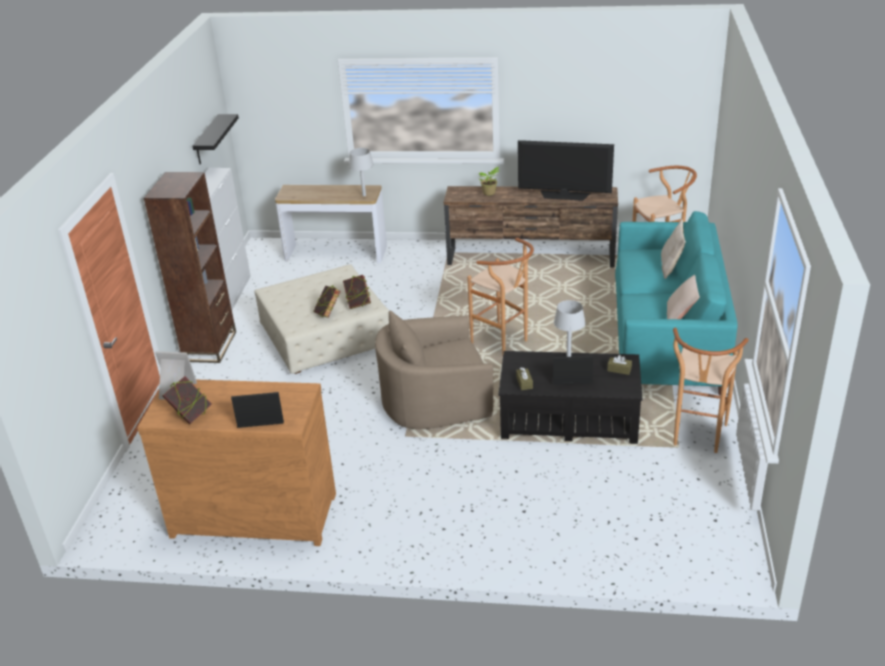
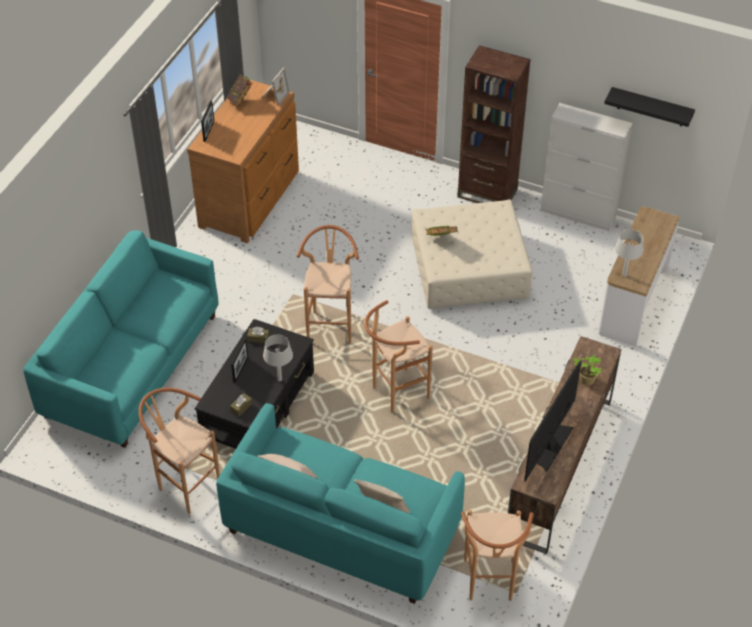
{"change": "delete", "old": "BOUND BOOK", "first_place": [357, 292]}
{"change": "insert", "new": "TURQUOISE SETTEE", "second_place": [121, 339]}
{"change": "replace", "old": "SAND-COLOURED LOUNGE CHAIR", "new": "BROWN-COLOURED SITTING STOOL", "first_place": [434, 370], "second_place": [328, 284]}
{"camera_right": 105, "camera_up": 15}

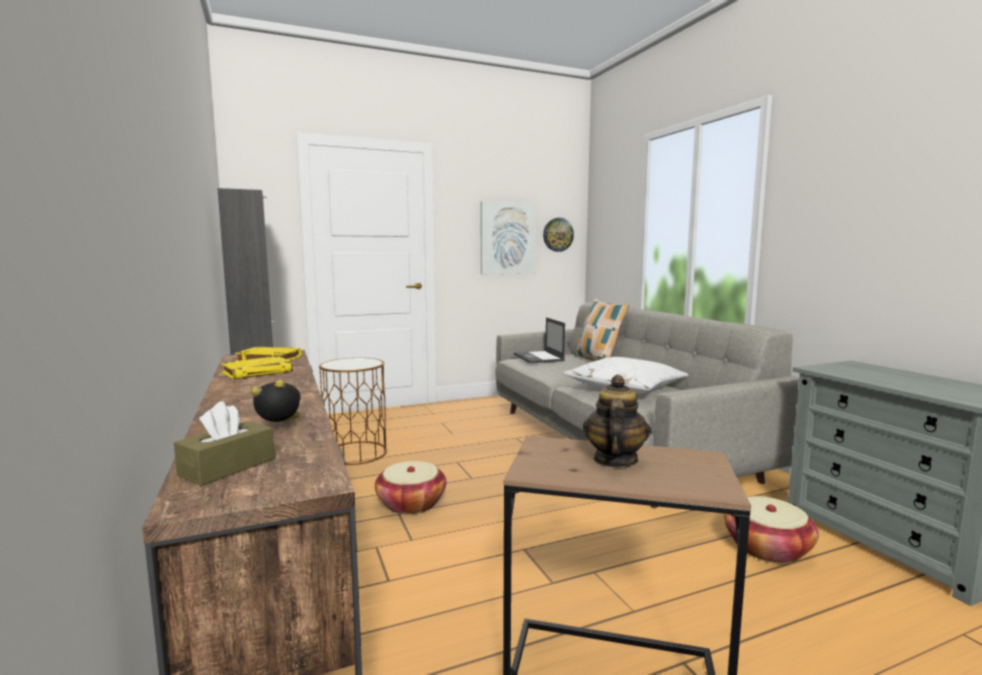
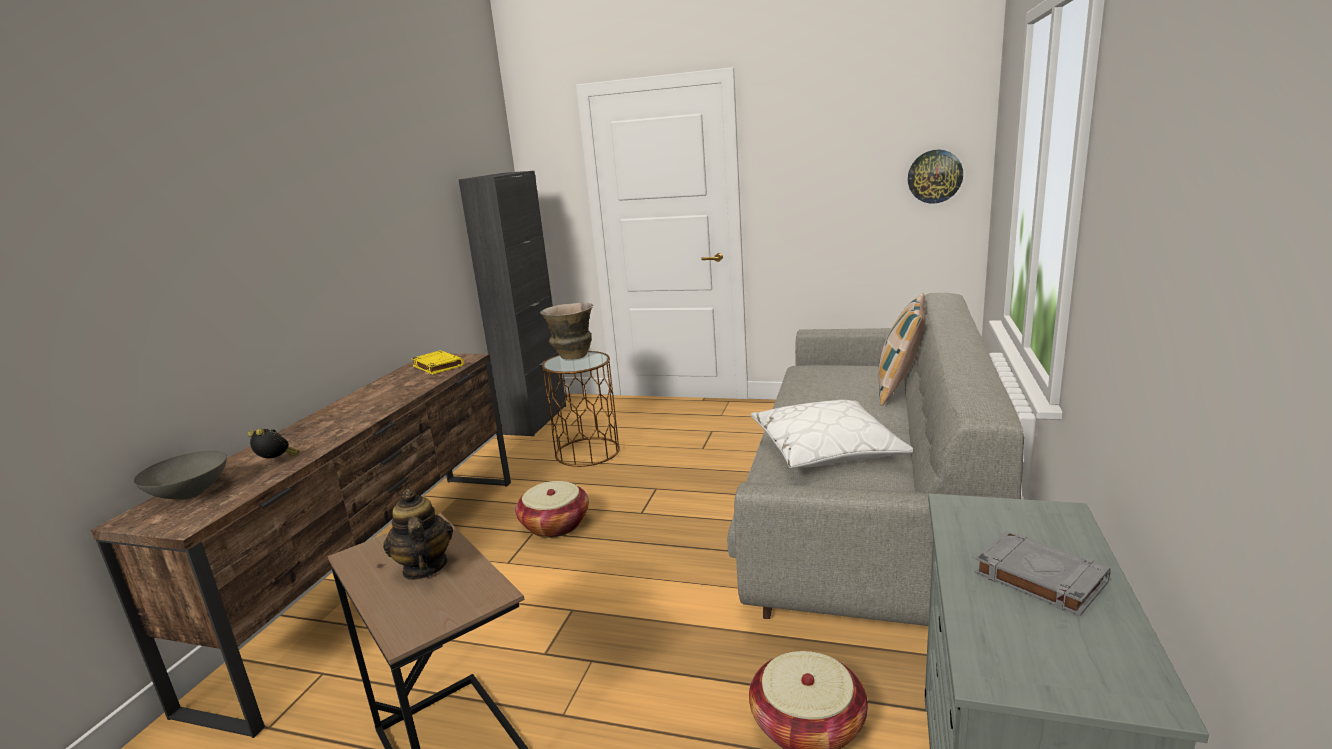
{"change": "delete", "old": "YELLOW-COLOURED BOUND BOOK", "first_place": [257, 368]}
{"change": "delete", "old": "WALL ART", "first_place": [508, 237]}
{"change": "delete", "old": "NOTEBOOK COMPUTER", "first_place": [539, 340]}
{"change": "insert", "new": "FLOWER VASE", "second_place": [566, 331]}
{"change": "insert", "new": "GRAY BOUND BOOK", "second_place": [1042, 573]}
{"change": "replace", "old": "BROWN-COLOURED TISSUE HOLDER", "new": "GRAY SERVING BOWL", "first_place": [224, 443], "second_place": [180, 475]}
{"change": "rotate", "old": "TEAPOT", "first_place": [617, 421], "second_place": [418, 534], "degrees": -75}
{"camera_right": 40, "camera_up": 10}

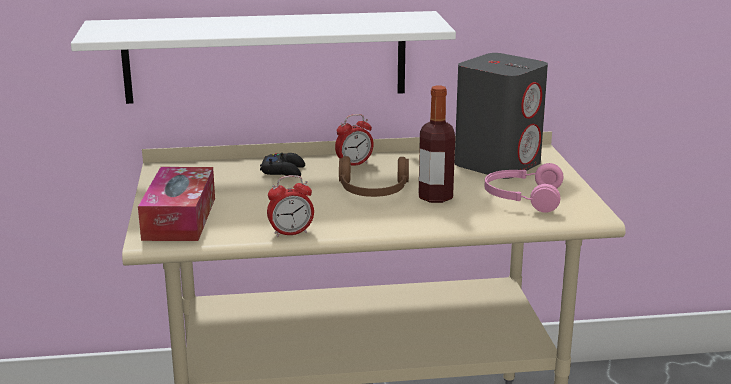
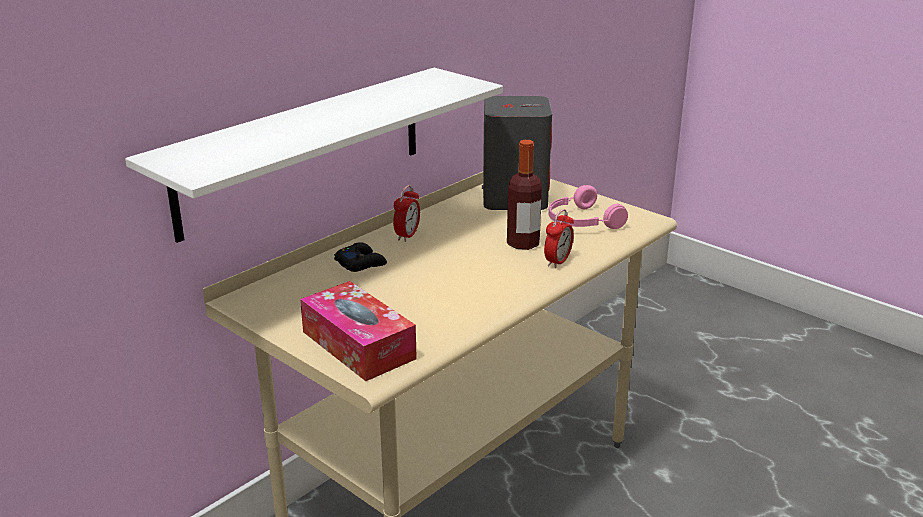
{"change": "delete", "old": "BROWN-COLOURED HEADPHONES", "first_place": [374, 176]}
{"change": "move", "old": "TABLE CLOCK", "first_place": [290, 206], "second_place": [559, 238]}
{"camera_right": -40, "camera_up": 5}

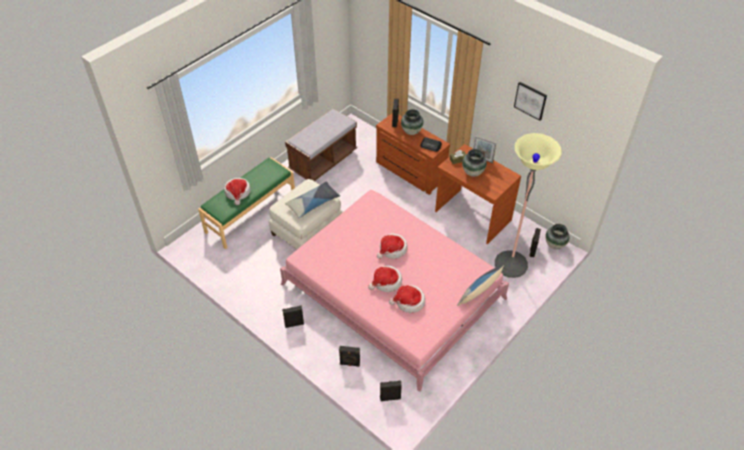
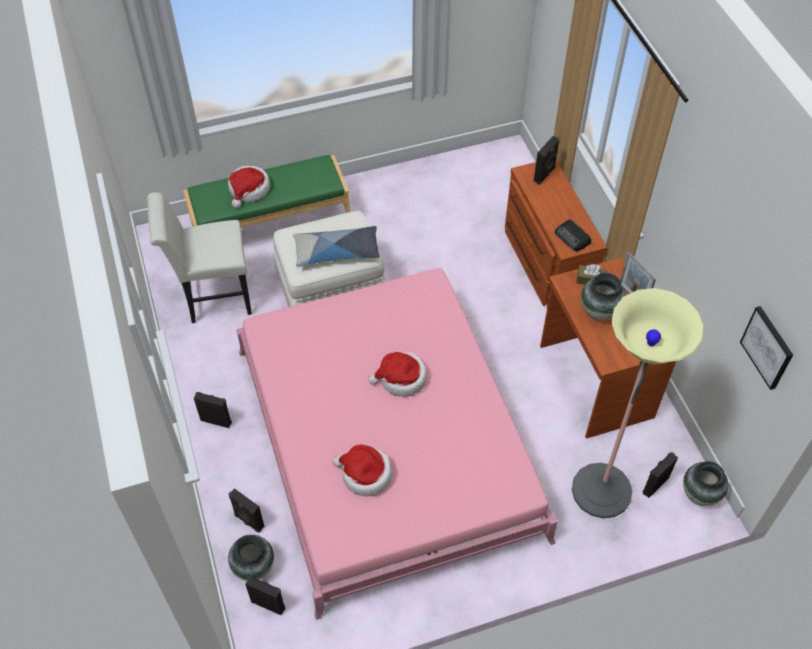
{"change": "delete", "old": "BROWN-COLOURED LONG SEAT", "first_place": [321, 144]}
{"change": "delete", "old": "HAT", "first_place": [385, 279]}
{"change": "delete", "old": "PILLOW", "first_place": [480, 285]}
{"change": "insert", "new": "WHITISH UPRIGHT CHAIR", "second_place": [199, 257]}
{"change": "move", "old": "FLOWER VASE", "first_place": [412, 122], "second_place": [251, 558]}
{"change": "move", "old": "WALL ART", "first_place": [530, 101], "second_place": [766, 348]}
{"camera_right": 30, "camera_up": 5}

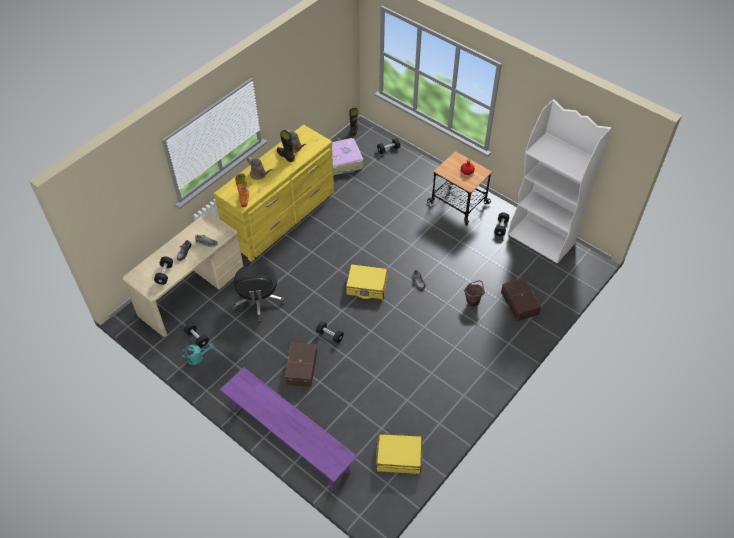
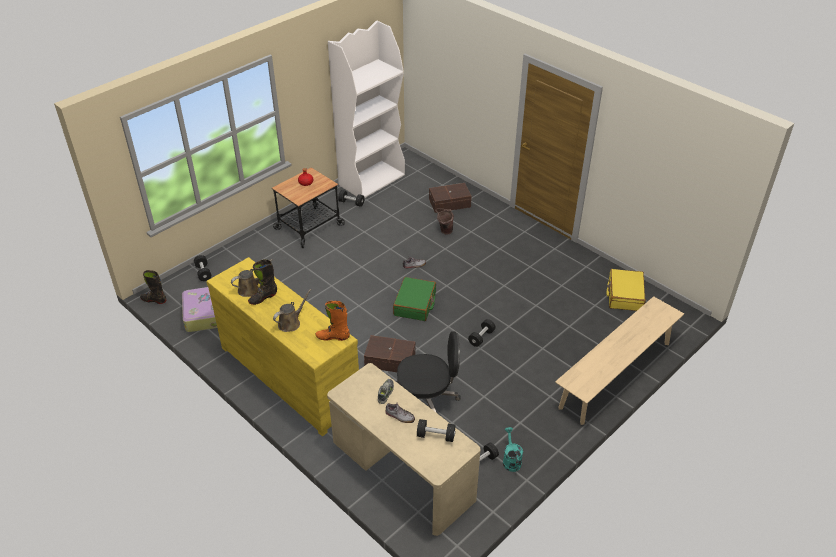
{"change": "move", "old": "BROWN-COLOURED STORAGE CONTAINER", "first_place": [301, 364], "second_place": [390, 353]}
{"change": "recolor", "old": "PURPLISH LONG SEAT", "new": "SAND-COLOURED LONG SEAT", "first_place": [288, 429], "second_place": [619, 360]}
{"change": "recolor", "old": "YELLOW-COLOURED SUITCASE", "new": "GREEN-COLOURED SUITCASE", "first_place": [367, 281], "second_place": [414, 299]}
{"camera_right": -85, "camera_up": -10}

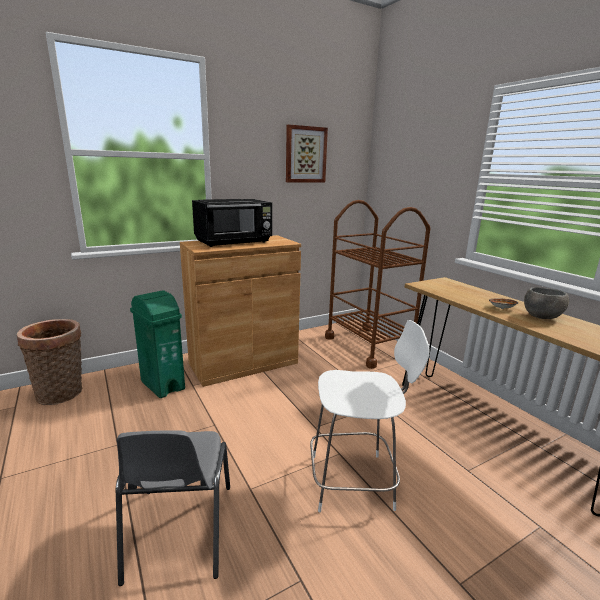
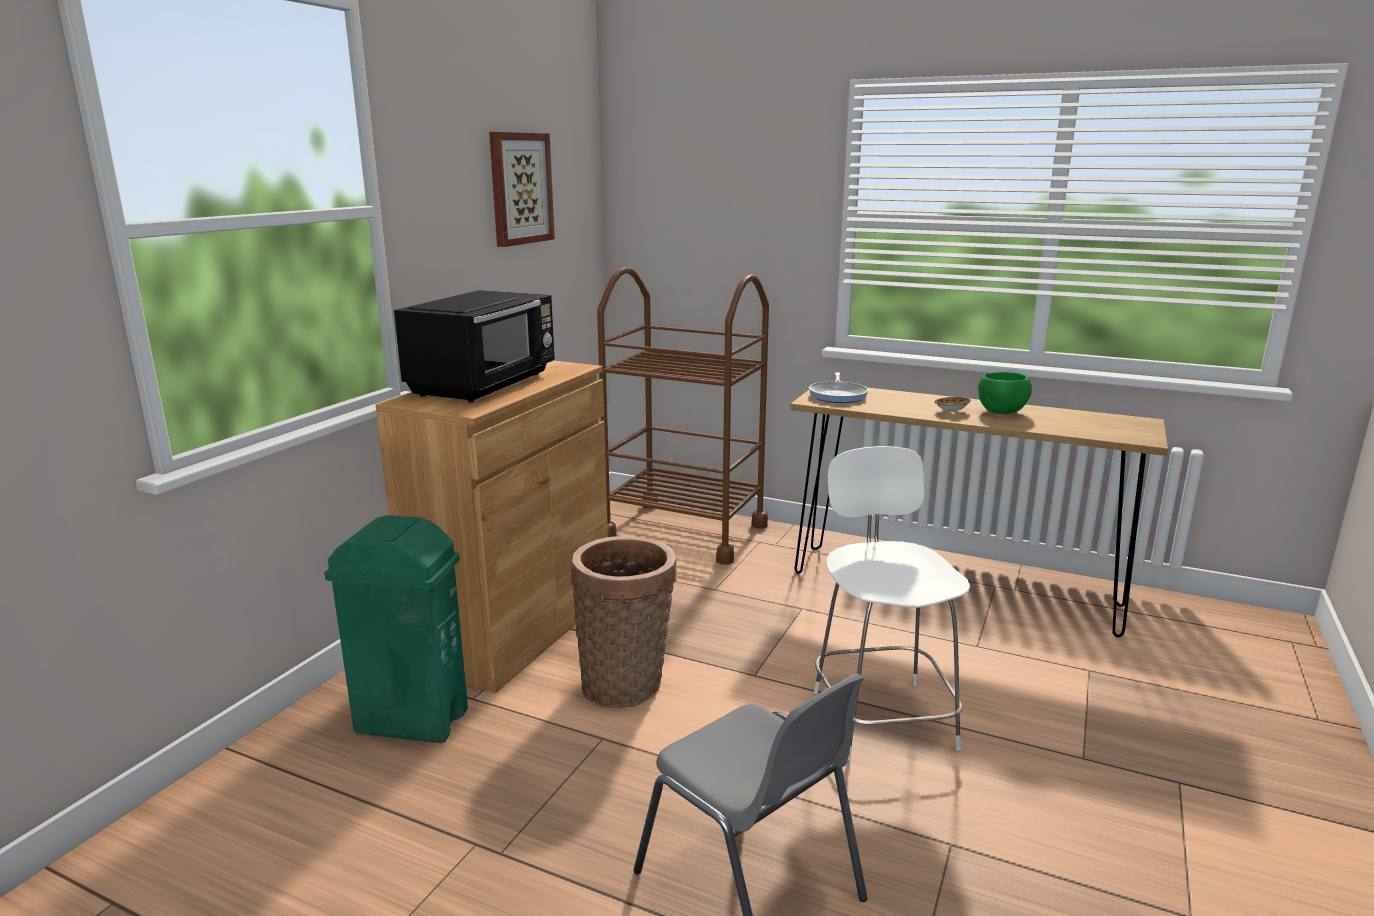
{"change": "insert", "new": "PAN", "second_place": [838, 387]}
{"change": "move", "old": "BASKET", "first_place": [50, 362], "second_place": [624, 622]}
{"change": "recolor", "old": "GRAY SERVING BOWL", "new": "GREEN-COLOURED SERVING BOWL", "first_place": [546, 303], "second_place": [1005, 393]}
{"change": "rotate", "old": "WHITISH UPRIGHT CHAIR", "first_place": [370, 416], "second_place": [892, 603], "degrees": -60}
{"camera_right": -35, "camera_up": 0}

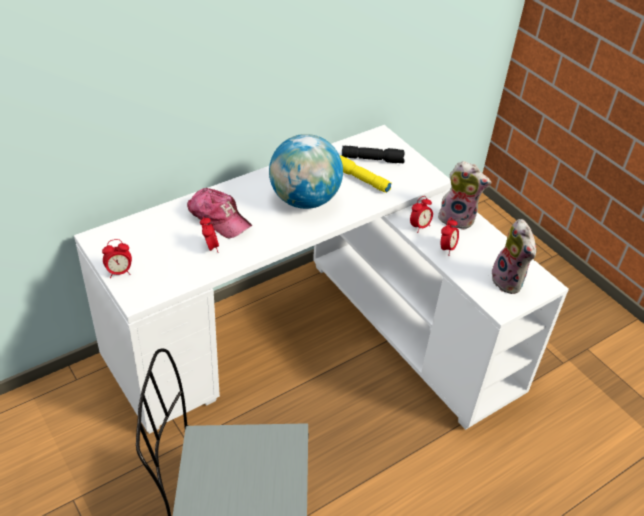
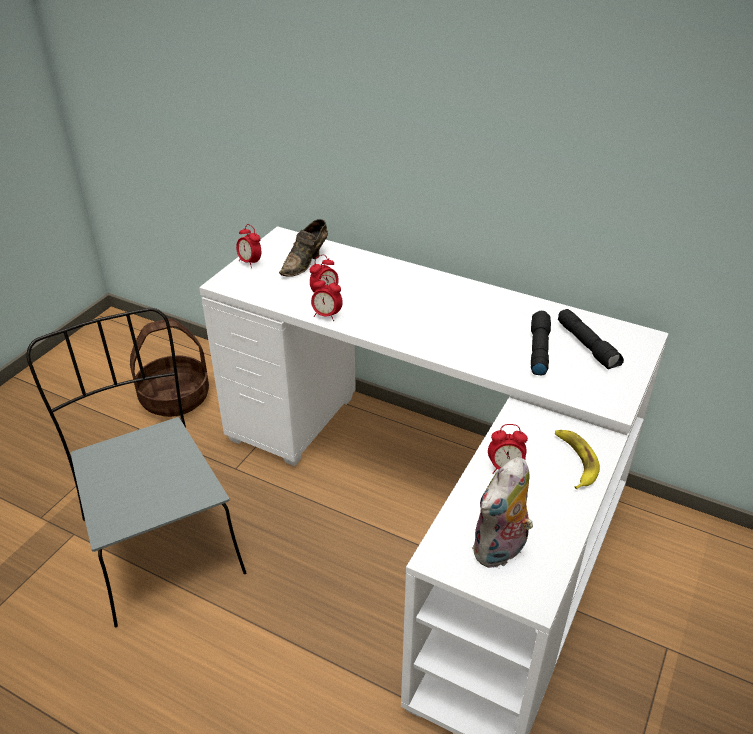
{"change": "delete", "old": "BASEBALL CAP", "first_place": [219, 213]}
{"change": "delete", "old": "WORLD GLOBE", "first_place": [306, 171]}
{"change": "insert", "new": "BASKET", "second_place": [169, 367]}
{"change": "insert", "new": "BROWN-COLOURED ITEM OF FOOTWEAR", "second_place": [303, 248]}
{"change": "move", "old": "TABLE CLOCK", "first_place": [421, 214], "second_place": [327, 298]}
{"change": "replace", "old": "CUDDLY TOY", "new": "WHOLE BANANA", "first_place": [464, 195], "second_place": [577, 459]}
{"change": "recolor", "old": "YELLOW-COLOURED FLASHLIGHT", "new": "BLACKISH FLASHLIGHT", "first_place": [366, 174], "second_place": [541, 343]}
{"camera_right": 65, "camera_up": -5}

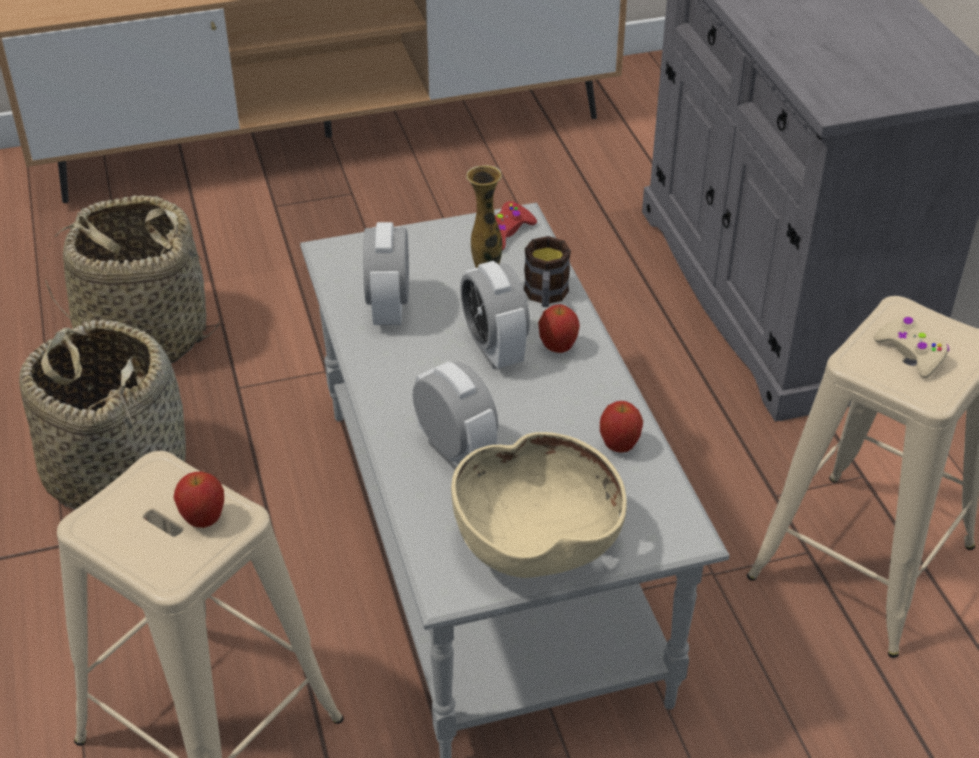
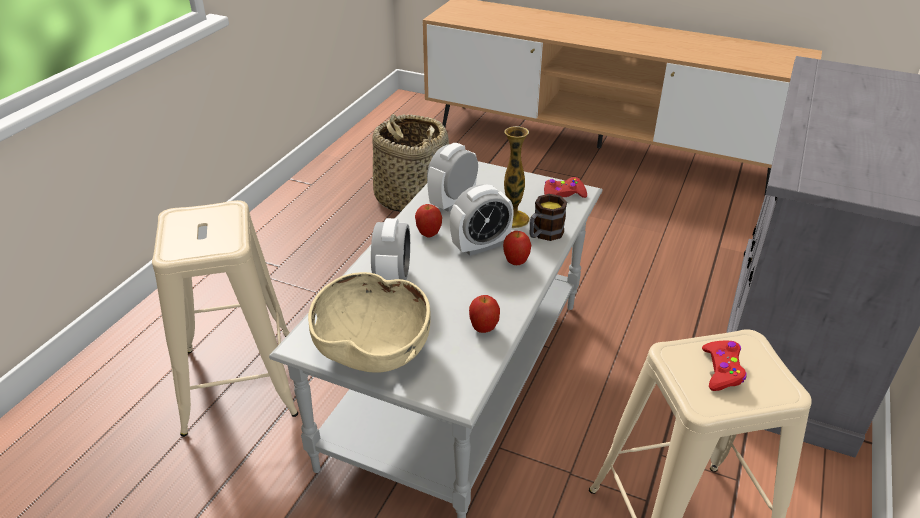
{"change": "delete", "old": "BASKET", "first_place": [102, 414]}
{"change": "move", "old": "WHOLE APPLE", "first_place": [198, 500], "second_place": [428, 221]}
{"change": "recolor", "old": "SAND-COLOURED GAME CONTROLLER", "new": "RED-COLOURED GAME CONTROLLER", "first_place": [911, 347], "second_place": [724, 366]}
{"change": "rotate", "old": "TABLE CLOCK", "first_place": [495, 315], "second_place": [482, 220], "degrees": -135}
{"camera_right": 40, "camera_up": -5}

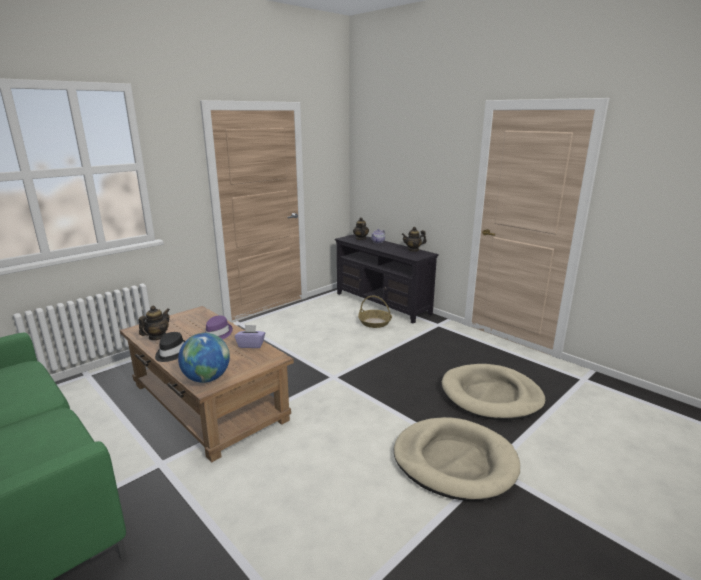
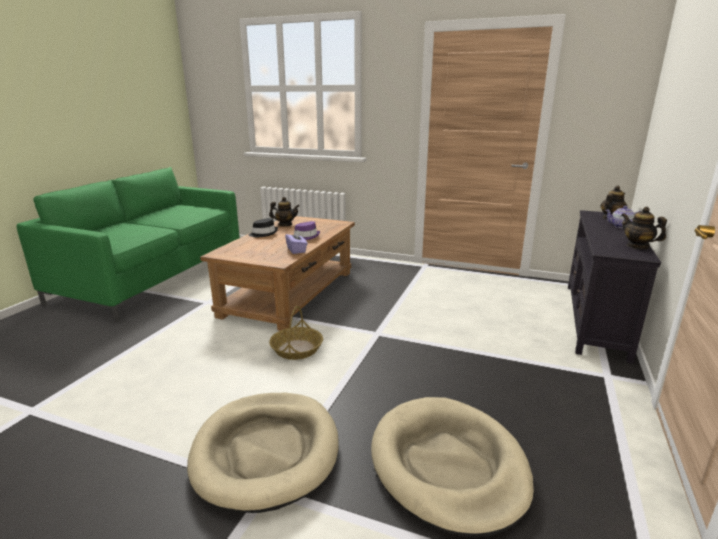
{"change": "delete", "old": "WORLD GLOBE", "first_place": [204, 358]}
{"change": "move", "old": "BASKET", "first_place": [375, 312], "second_place": [296, 333]}
{"camera_right": 65, "camera_up": 0}

